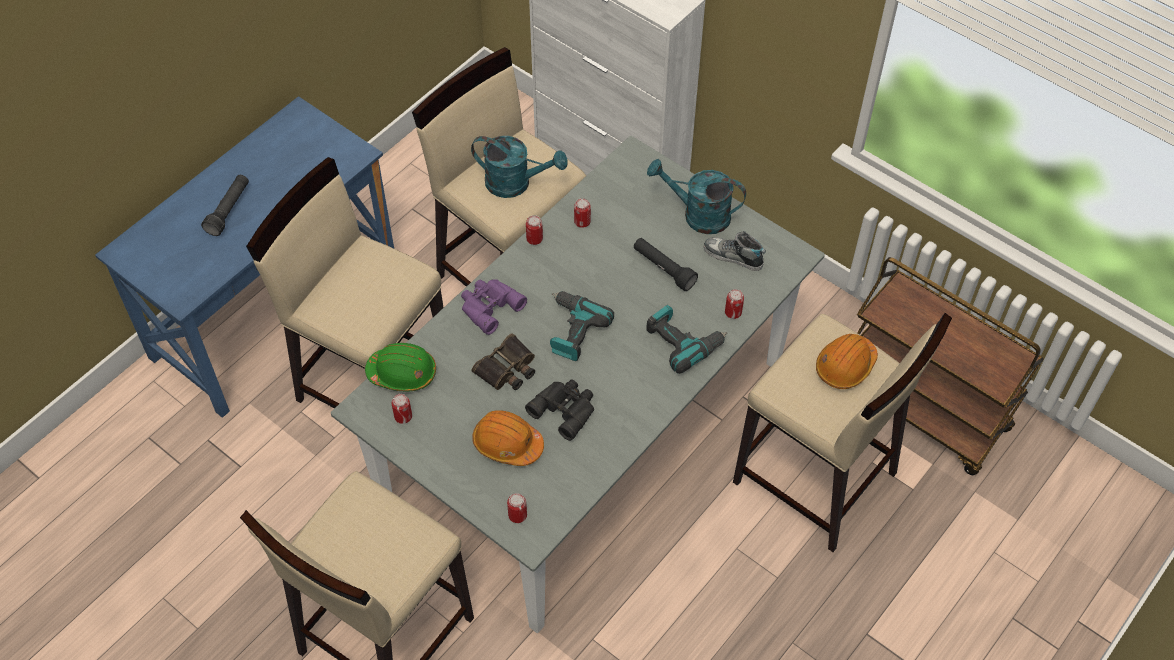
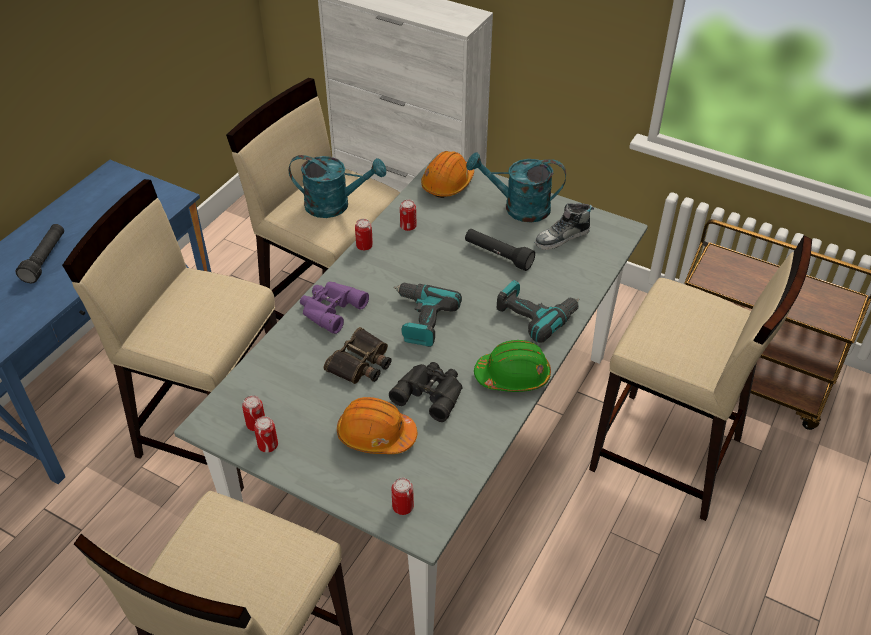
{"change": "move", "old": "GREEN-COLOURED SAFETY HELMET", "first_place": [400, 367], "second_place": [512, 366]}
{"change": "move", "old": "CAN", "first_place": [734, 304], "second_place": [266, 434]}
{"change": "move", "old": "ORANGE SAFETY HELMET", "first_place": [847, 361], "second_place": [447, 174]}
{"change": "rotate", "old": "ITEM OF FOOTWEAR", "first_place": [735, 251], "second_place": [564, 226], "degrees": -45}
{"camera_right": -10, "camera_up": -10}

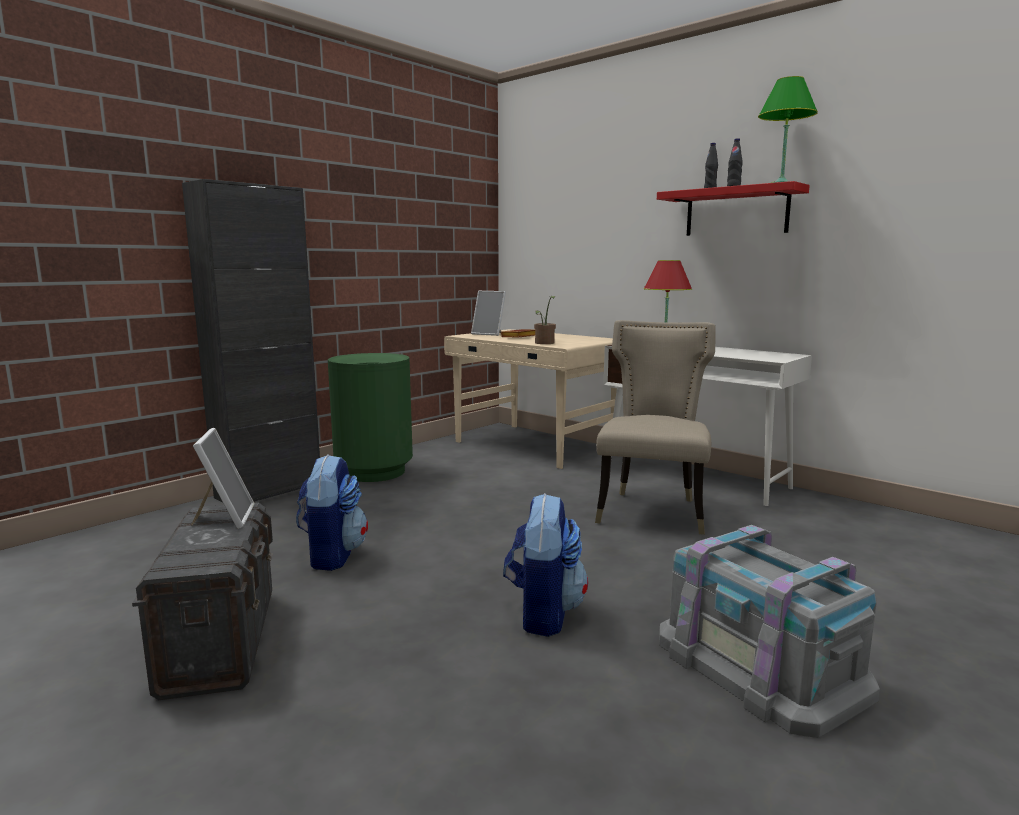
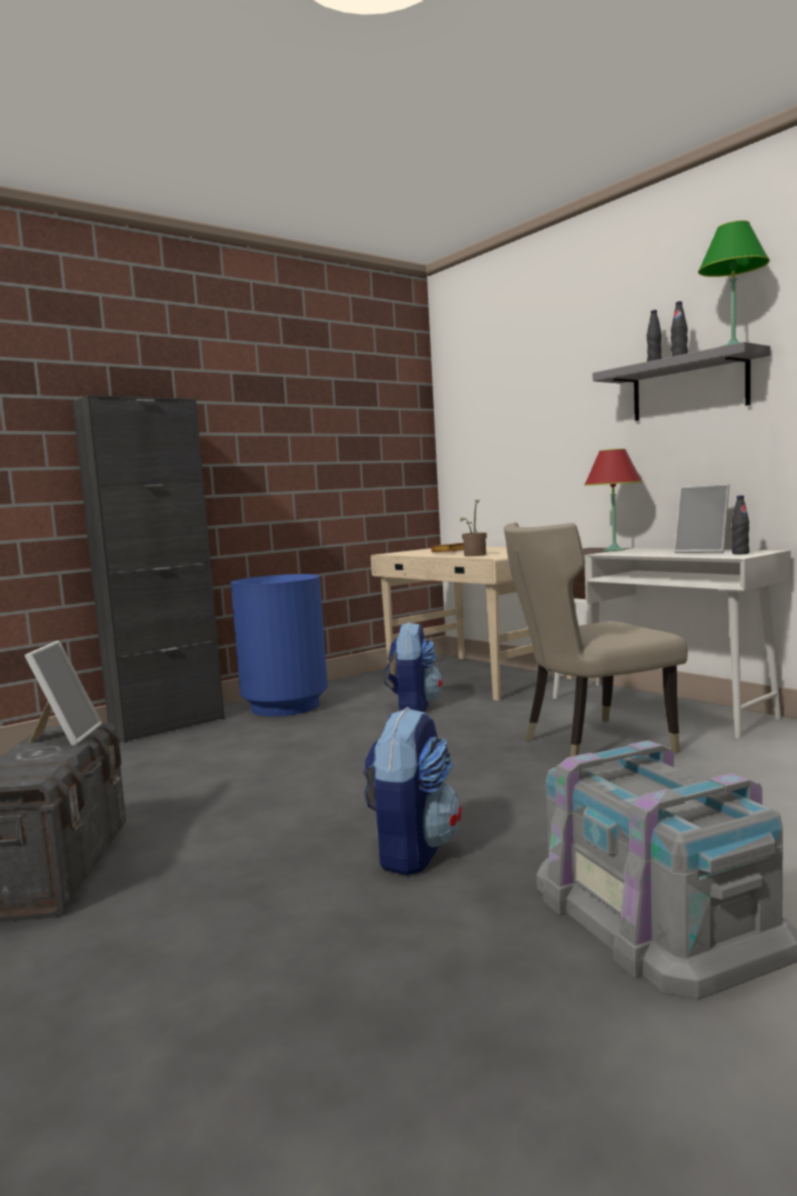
{"change": "insert", "new": "BLACKISH BEVERAGE BOTTLE", "second_place": [740, 524]}
{"change": "move", "old": "RUCKSACK", "first_place": [332, 512], "second_place": [413, 667]}
{"change": "move", "old": "STANDING FRAME", "first_place": [488, 313], "second_place": [702, 518]}
{"change": "recolor", "old": "GREEN-COLOURED WASTE BIN", "new": "BLUE-COLOURED WASTE BIN", "first_place": [370, 417], "second_place": [279, 645]}
{"change": "recolor", "old": "RED-COLOURED SHELF", "new": "GRAY SHELF", "first_place": [733, 208], "second_place": [682, 381]}
{"change": "rotate", "old": "SAND-COLOURED UPRIGHT CHAIR", "first_place": [655, 427], "second_place": [596, 639], "degrees": -135}
{"camera_right": 10, "camera_up": -5}

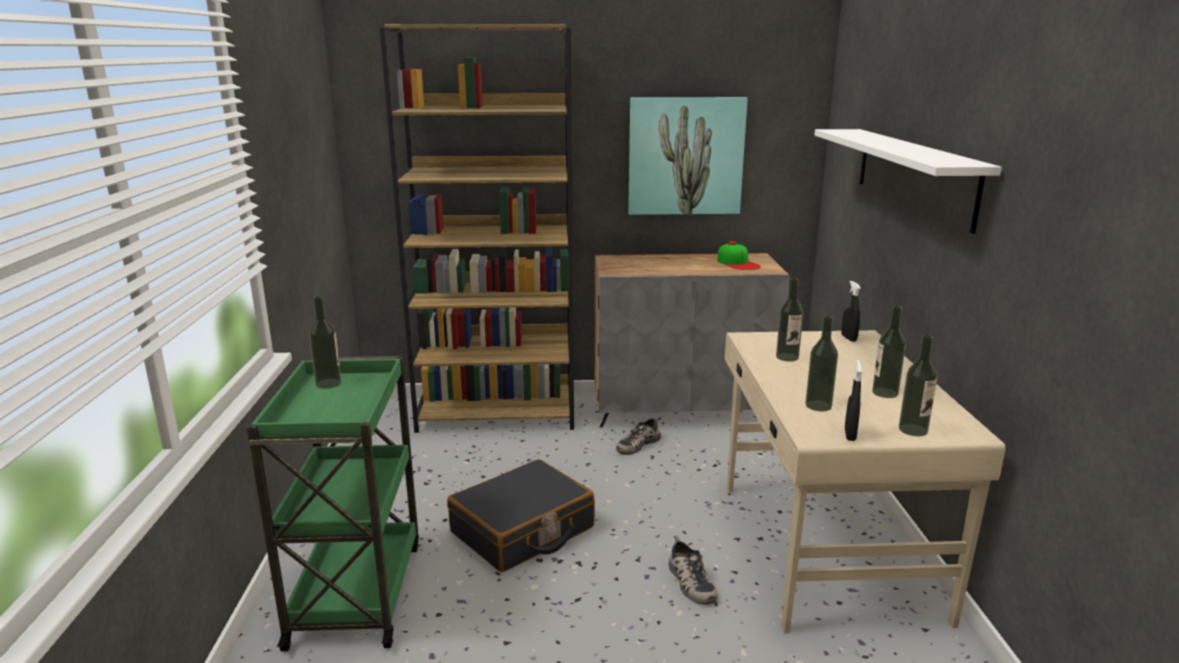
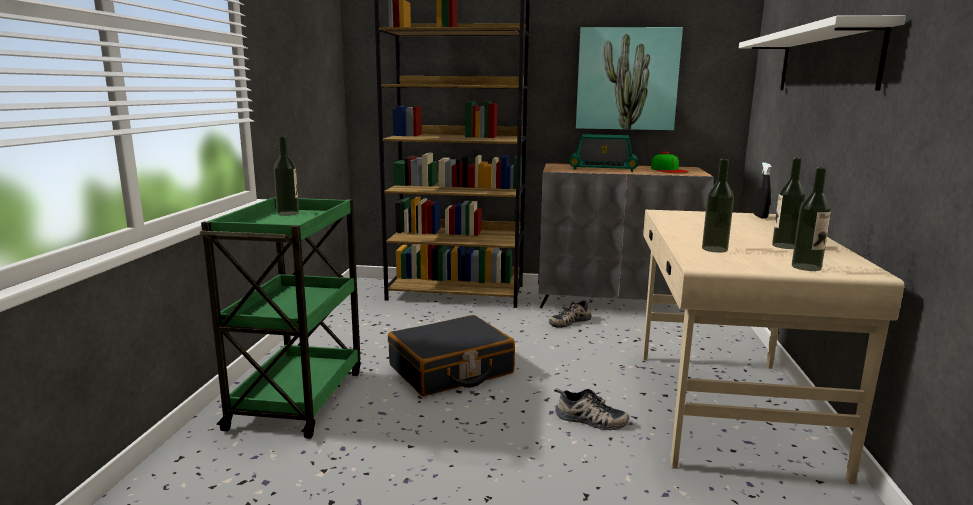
{"change": "delete", "old": "BEVERAGE BOTTLE", "first_place": [789, 320]}
{"change": "delete", "old": "BLACKISH SPRAY BOTTLE", "first_place": [853, 400]}
{"change": "insert", "new": "RADIO RECEIVER", "second_place": [603, 153]}
{"change": "rotate", "old": "ITEM OF FOOTWEAR", "first_place": [693, 570], "second_place": [591, 409], "degrees": -60}
{"camera_right": 10, "camera_up": -5}

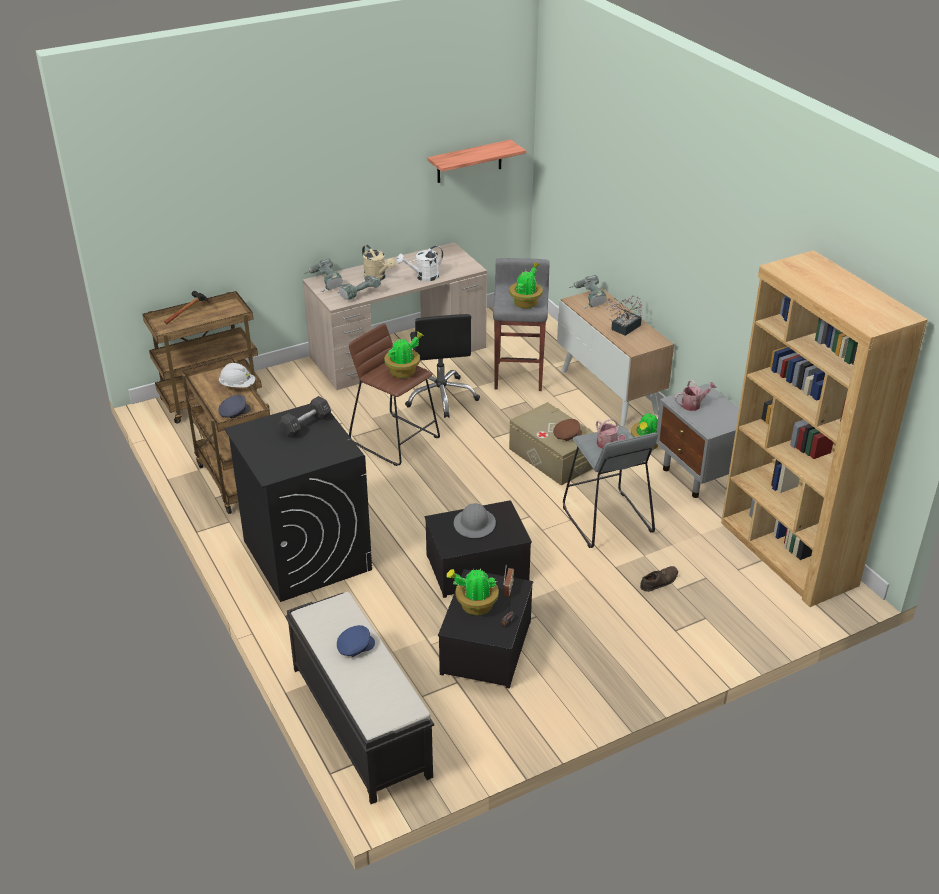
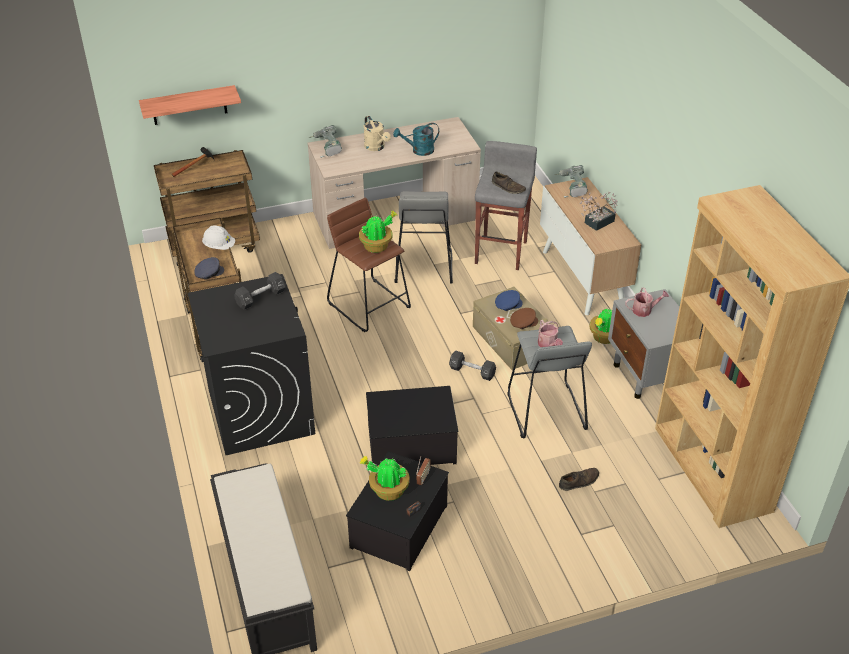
{"change": "delete", "old": "POWER DRILL", "first_place": [359, 287]}
{"change": "delete", "old": "GRAY SAFETY HELMET", "first_place": [475, 520]}
{"change": "insert", "new": "BLACKISH DUMBBELL", "second_place": [472, 366]}
{"change": "move", "old": "BLUE-COLOURED BASEBALL CAP", "first_place": [356, 641], "second_place": [509, 300]}
{"change": "move", "old": "SHELF", "first_place": [476, 161], "second_place": [190, 105]}
{"change": "replace", "old": "BLACKISH COMPUTER CHAIR", "new": "GRAY SITTING STOOL", "first_place": [442, 366], "second_place": [423, 237]}
{"change": "replace", "old": "HOUSEPLANT", "new": "BROWN-COLOURED ITEM OF FOOTWEAR", "first_place": [526, 285], "second_place": [509, 183]}
{"change": "recolor", "old": "WHITISH WATERING CAN", "new": "TURQUOISE WATERING CAN", "first_place": [420, 263], "second_place": [416, 139]}
{"camera_right": 10, "camera_up": 5}

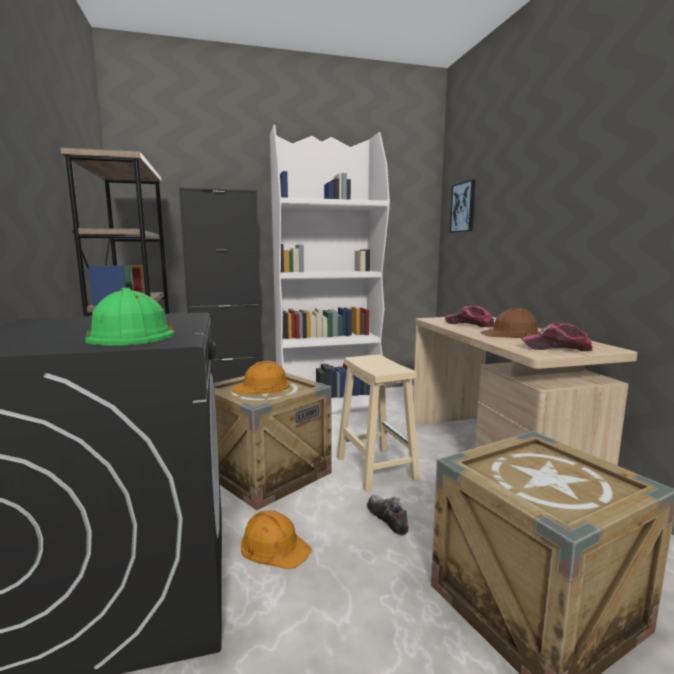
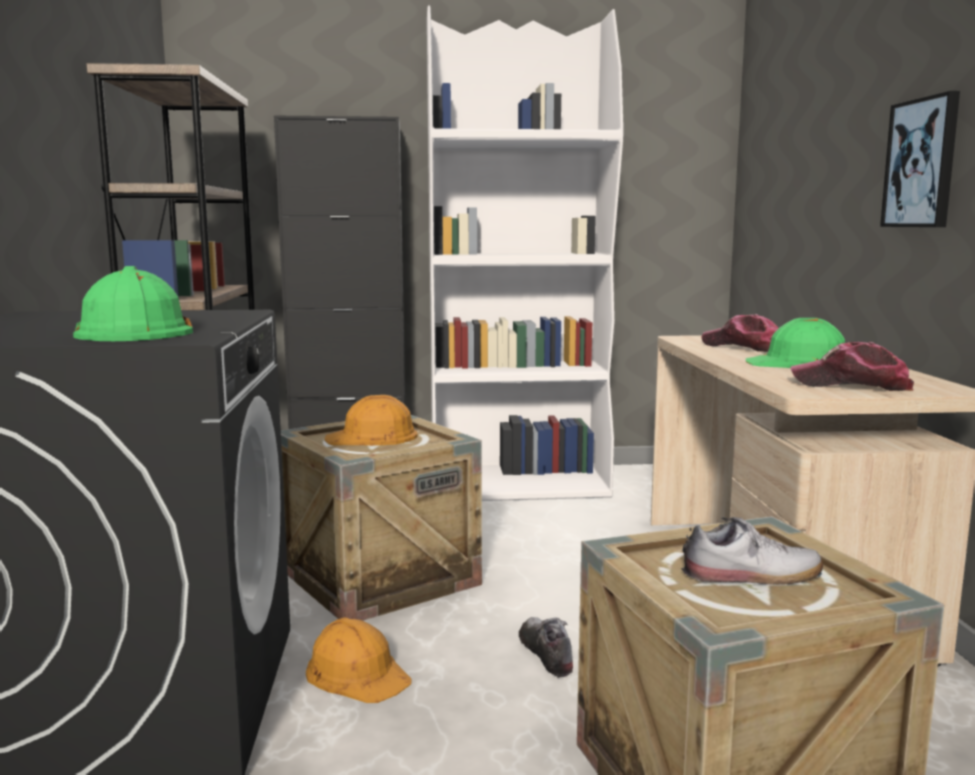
{"change": "delete", "old": "SAND-COLOURED SITTING STOOL", "first_place": [378, 423]}
{"change": "insert", "new": "ITEM OF FOOTWEAR", "second_place": [752, 551]}
{"change": "move", "old": "WALL ART", "first_place": [462, 206], "second_place": [920, 159]}
{"change": "recolor", "old": "BROWN-COLOURED SAFETY HELMET", "new": "GREEN-COLOURED SAFETY HELMET", "first_place": [509, 323], "second_place": [795, 343]}
{"camera_right": 10, "camera_up": 0}

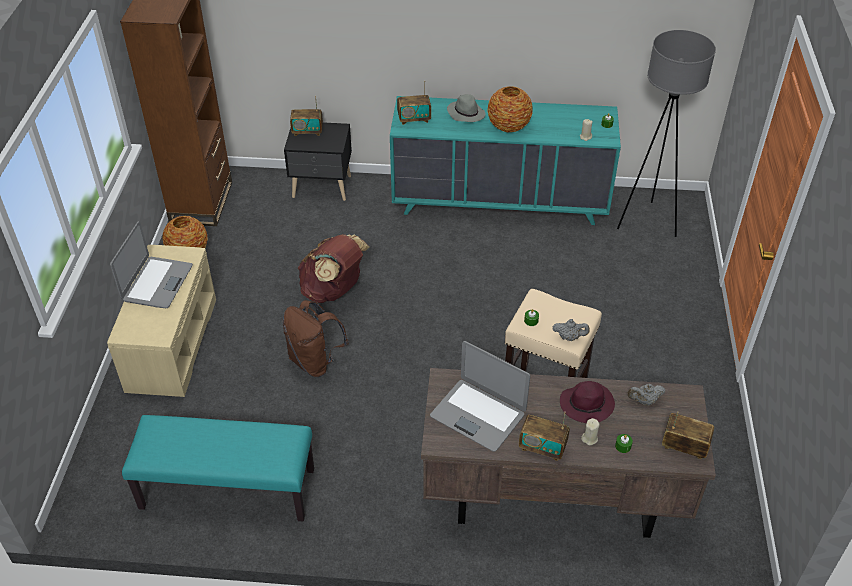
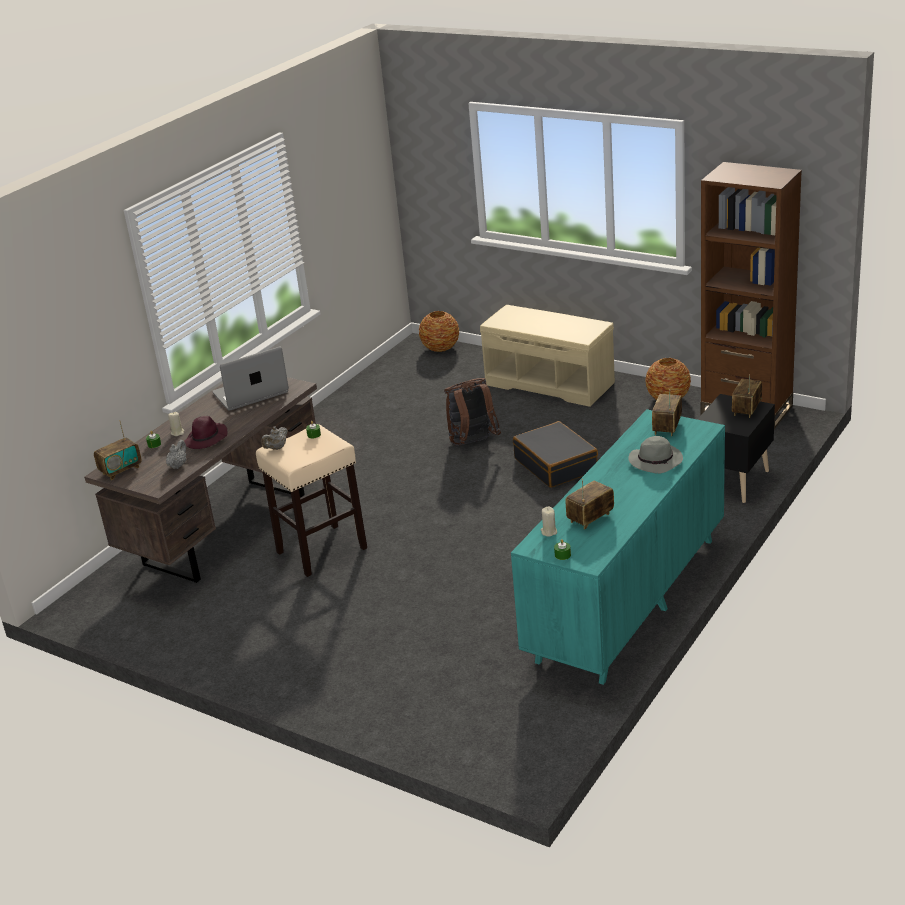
{"change": "delete", "old": "NOTEBOOK COMPUTER", "first_place": [151, 264]}
{"change": "delete", "old": "TURQUOISE LONG SEAT", "first_place": [218, 468]}
{"change": "delete", "old": "GRAY STANDING LAMP", "first_place": [666, 133]}
{"change": "move", "old": "FLOWER VASE", "first_place": [510, 109], "second_place": [439, 331]}
{"change": "move", "old": "RADIO RECEIVER", "first_place": [544, 436], "second_place": [589, 504]}
{"change": "replace", "old": "BROWN-COLOURED RUCKSACK", "new": "BLACKISH SUITCASE", "first_place": [333, 268], "second_place": [555, 454]}
{"camera_right": 120, "camera_up": -15}

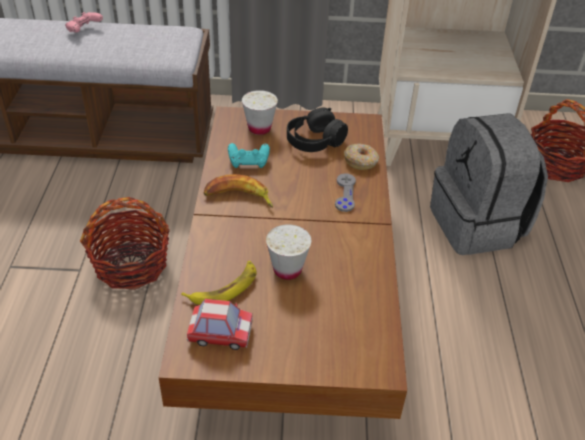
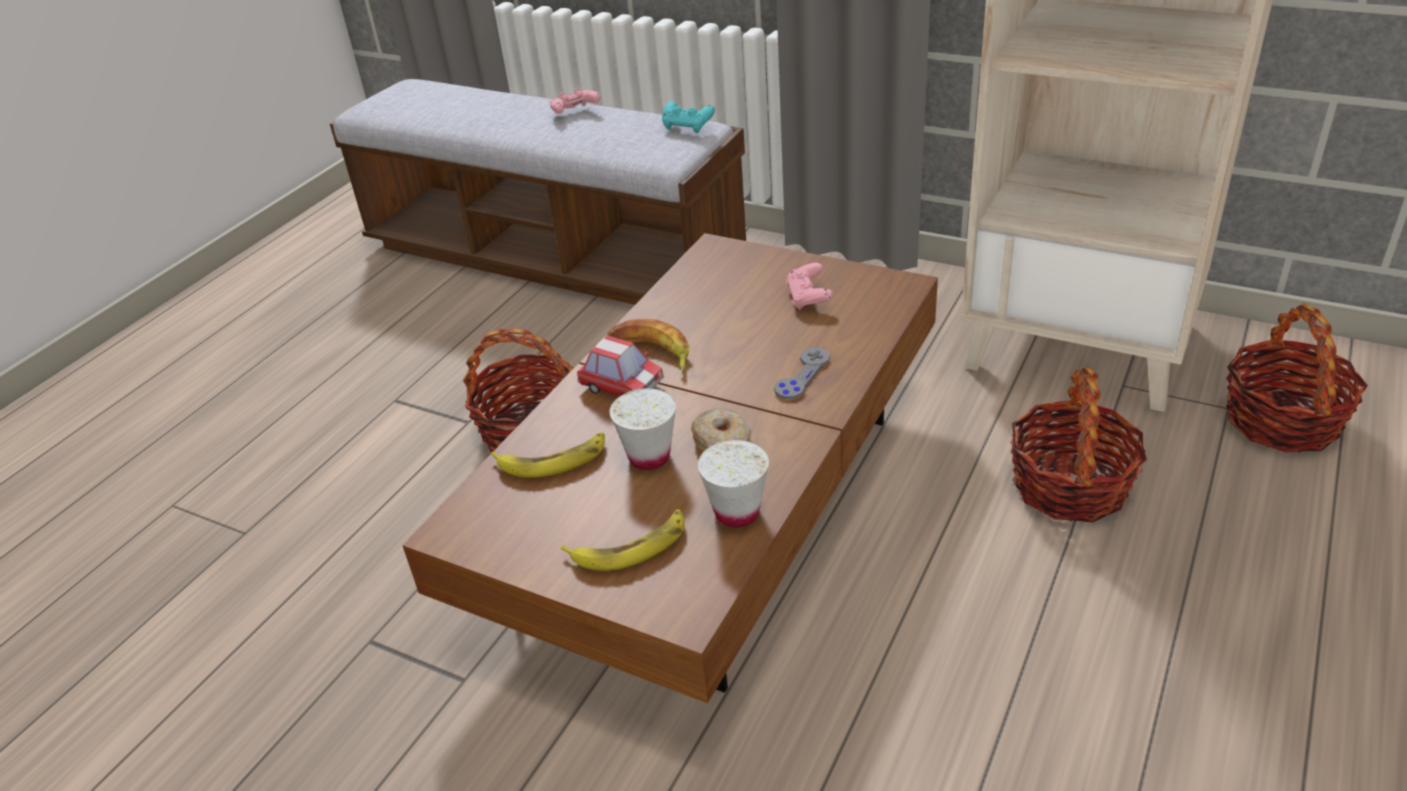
{"change": "insert", "new": "WHOLE BANANA", "second_place": [623, 540]}
{"change": "move", "old": "TOY CAR", "first_place": [220, 324], "second_place": [620, 365]}
{"change": "move", "old": "TURQUOISE GAME CONTROLLER", "first_place": [249, 155], "second_place": [688, 117]}
{"change": "move", "old": "WHITISH SMALL CUP", "first_place": [260, 112], "second_place": [733, 484]}
{"change": "move", "old": "DOUGHNUT", "first_place": [361, 157], "second_place": [721, 430]}
{"change": "replace", "old": "BLACKISH HEADPHONES", "new": "PINKISH GAME CONTROLLER", "first_place": [317, 129], "second_place": [809, 286]}
{"change": "replace", "old": "GRAY RUCKSACK", "new": "BASKET", "first_place": [489, 184], "second_place": [1078, 445]}
{"camera_right": 30, "camera_up": -5}

